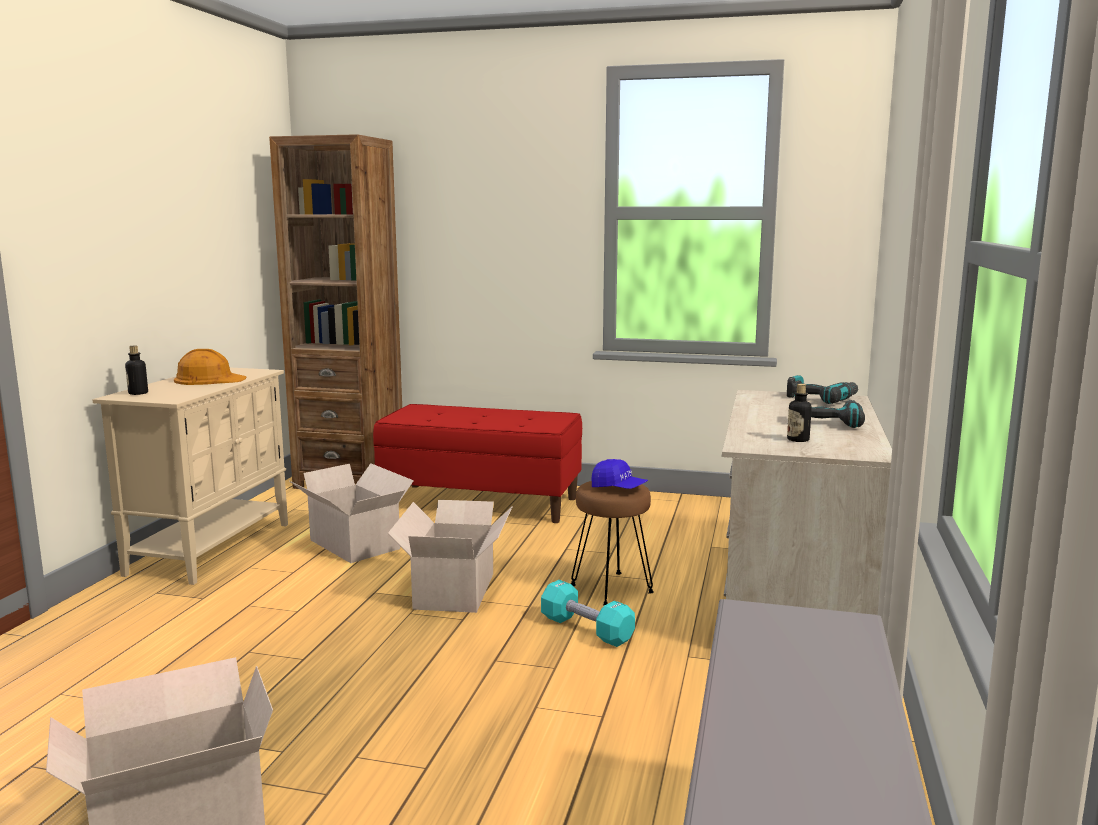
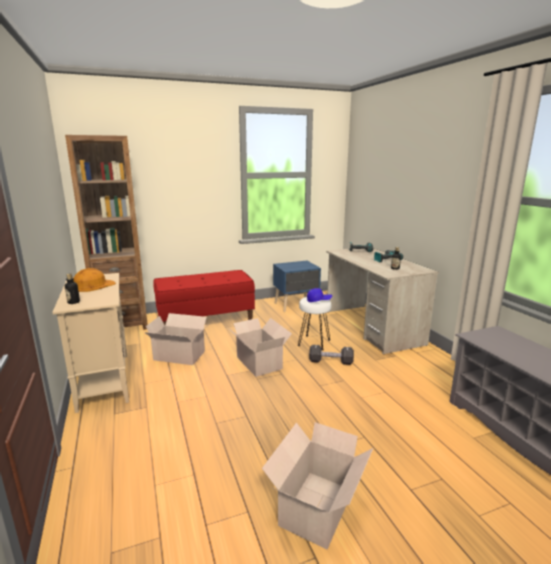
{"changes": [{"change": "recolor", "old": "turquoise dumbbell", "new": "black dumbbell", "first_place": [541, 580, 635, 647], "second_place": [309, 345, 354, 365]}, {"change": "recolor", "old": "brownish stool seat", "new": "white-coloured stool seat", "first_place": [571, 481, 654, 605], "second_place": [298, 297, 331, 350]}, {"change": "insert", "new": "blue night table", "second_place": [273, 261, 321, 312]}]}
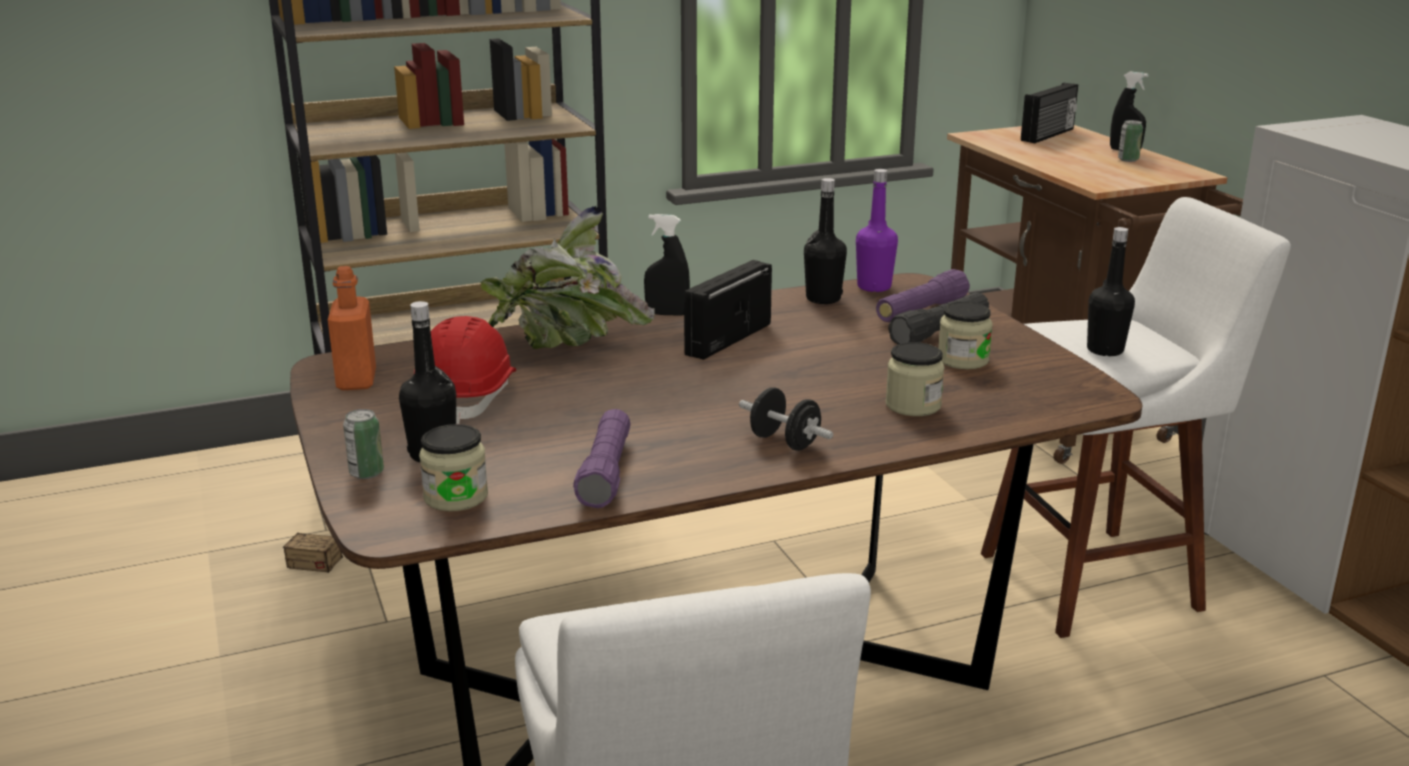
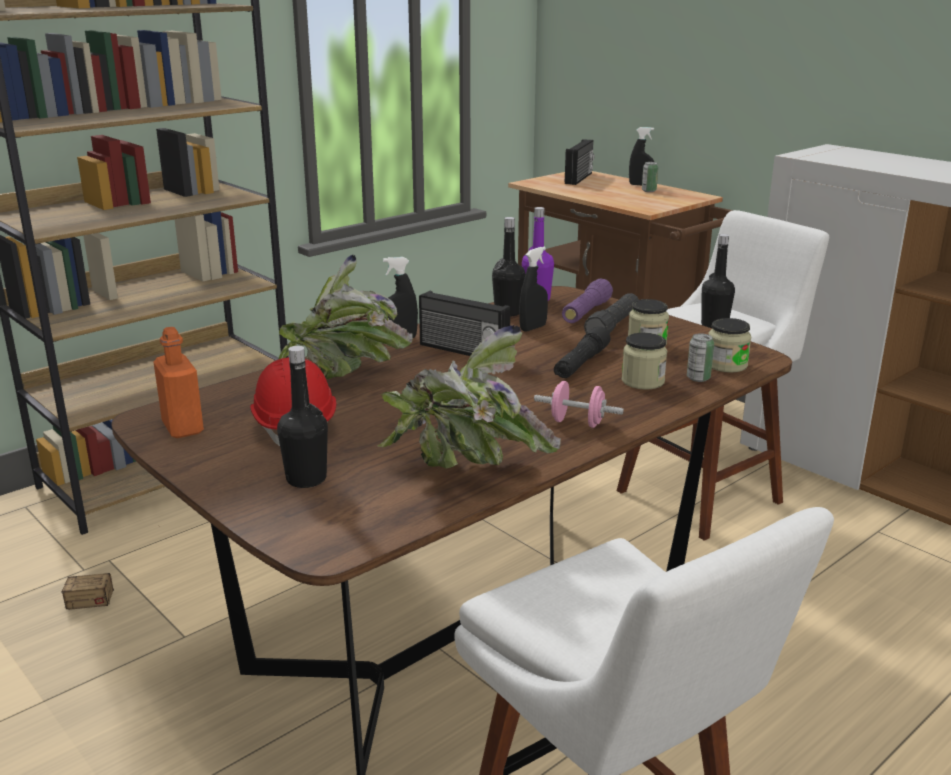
{"changes": [{"change": "move", "old": "metal can", "first_place": [343, 409, 384, 479], "second_place": [687, 333, 714, 382]}, {"change": "move", "old": "preserve jar", "first_place": [419, 424, 488, 511], "second_place": [709, 318, 751, 373]}, {"change": "replace", "old": "purple flashlight", "new": "plant in a pot", "first_place": [573, 409, 631, 508], "second_place": [377, 325, 561, 469]}, {"change": "rotate", "old": "radio receiver", "first_place": [684, 260, 772, 360], "second_place": [419, 291, 510, 356], "degrees": -75}, {"change": "recolor", "old": "black dumbbell", "new": "pink-coloured dumbbell", "first_place": [739, 387, 833, 451], "second_place": [534, 381, 624, 428]}, {"change": "insert", "new": "black hand sprayer", "second_place": [519, 247, 548, 332]}, {"change": "insert", "new": "black flashlight", "second_place": [554, 326, 611, 378]}]}
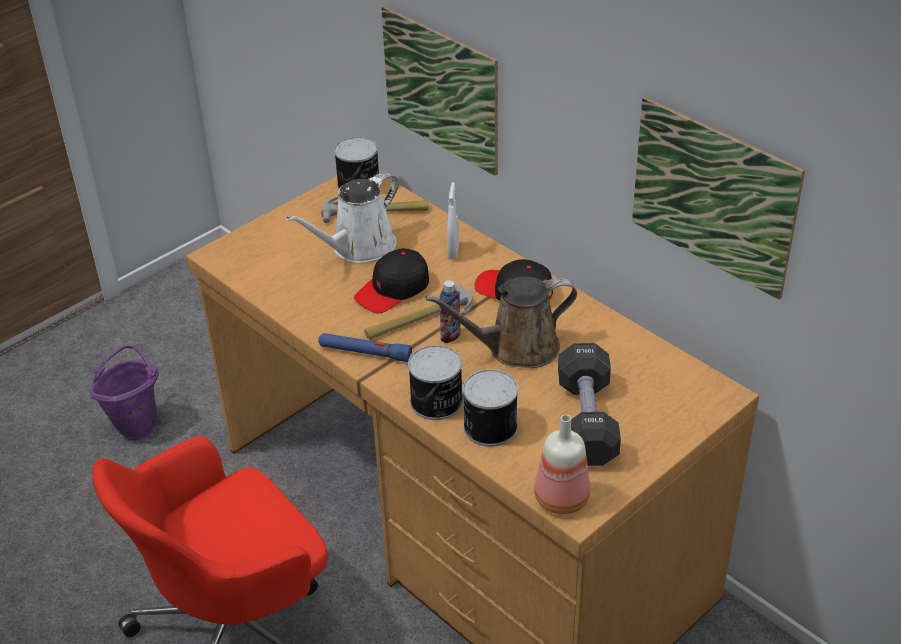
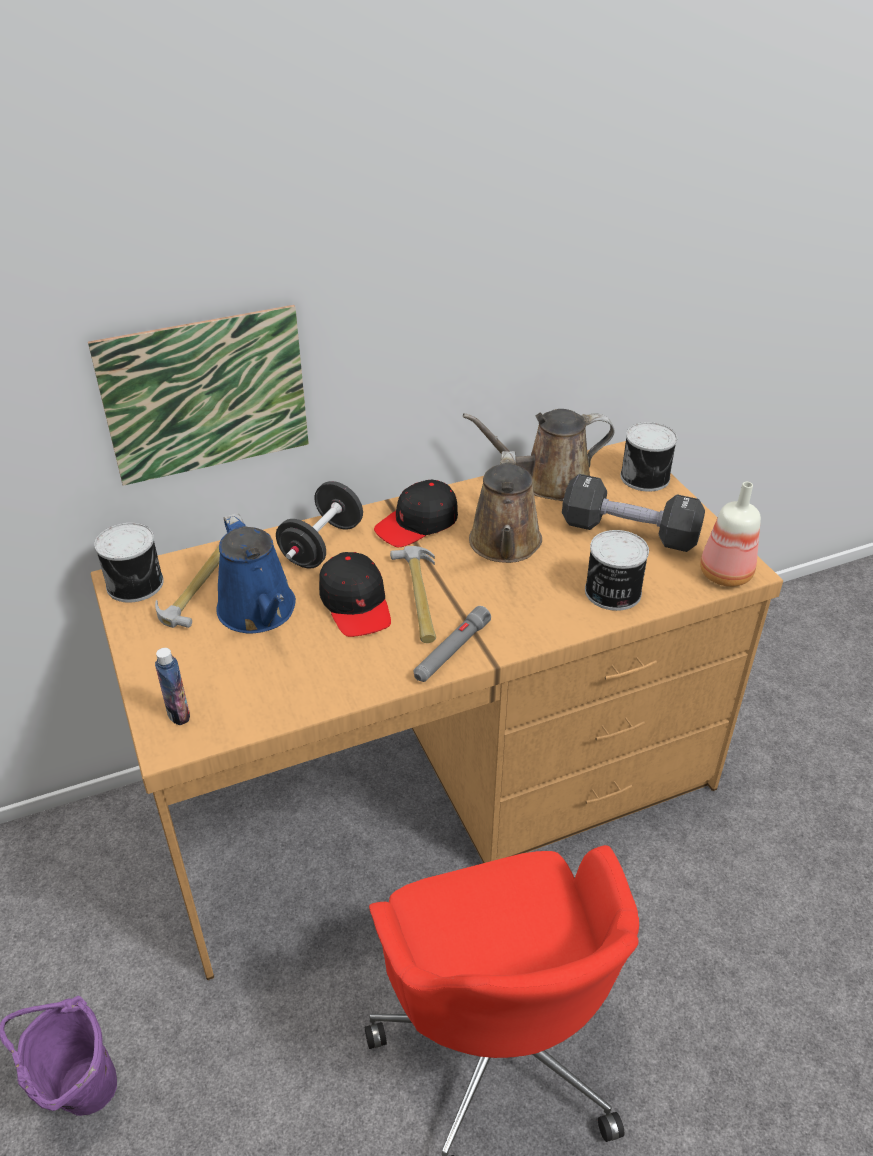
{"changes": [{"change": "recolor", "old": "white-coloured watering can", "new": "blue watering can", "first_place": [286, 172, 399, 263], "second_place": [217, 513, 296, 633]}, {"change": "recolor", "old": "blue flashlight", "new": "gray flashlight", "first_place": [318, 333, 412, 362], "second_place": [414, 606, 491, 682]}, {"change": "move", "old": "metal can", "first_place": [408, 345, 463, 420], "second_place": [620, 422, 677, 492]}, {"change": "move", "old": "beverage bottle", "first_place": [439, 280, 461, 343], "second_place": [155, 648, 190, 725]}, {"change": "replace", "old": "white-coloured hand sprayer", "new": "black dumbbell", "first_place": [447, 182, 459, 259], "second_place": [276, 481, 363, 569]}, {"change": "delete", "old": "wall art", "first_place": [632, 97, 805, 300]}, {"change": "insert", "new": "brownish watering can", "second_place": [463, 409, 615, 501]}]}
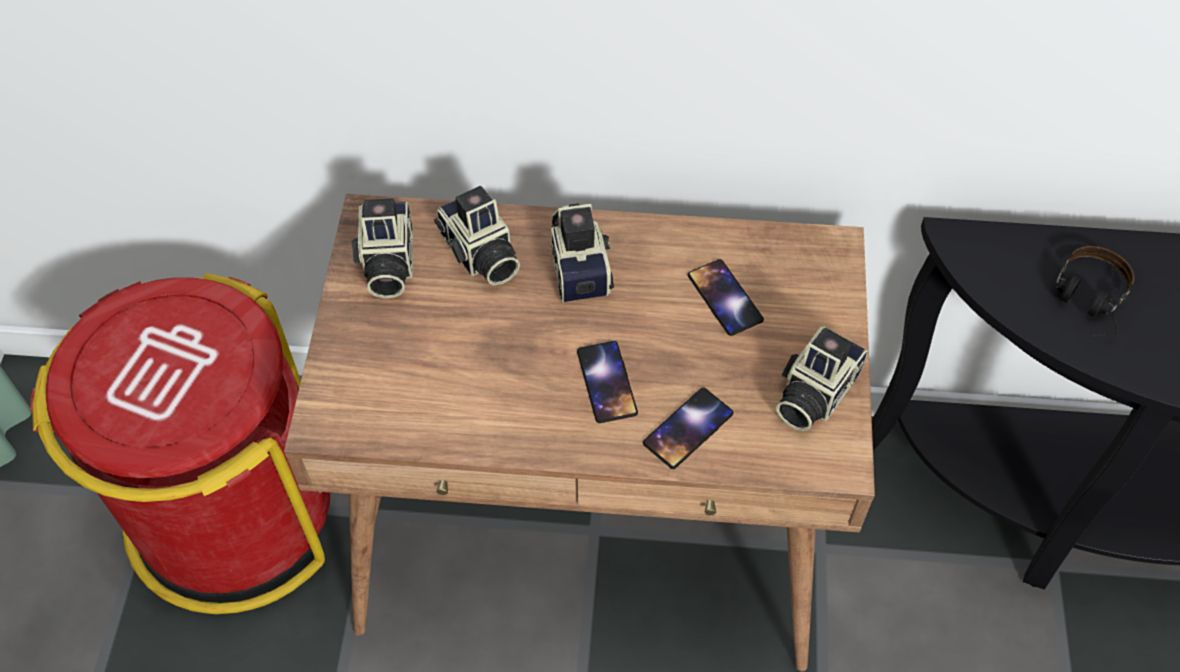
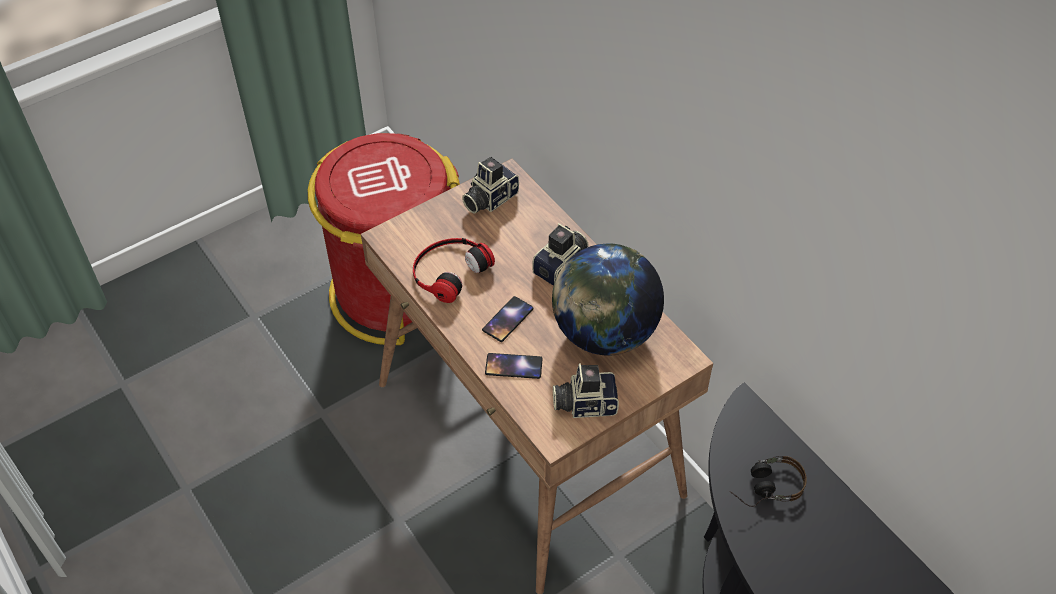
{"changes": [{"change": "delete", "old": "photo camera", "first_place": [434, 186, 520, 285]}, {"change": "replace", "old": "handset", "new": "world globe", "first_place": [688, 259, 764, 336], "second_place": [552, 243, 664, 356]}, {"change": "insert", "new": "pair of headphones", "second_place": [413, 238, 495, 303]}]}
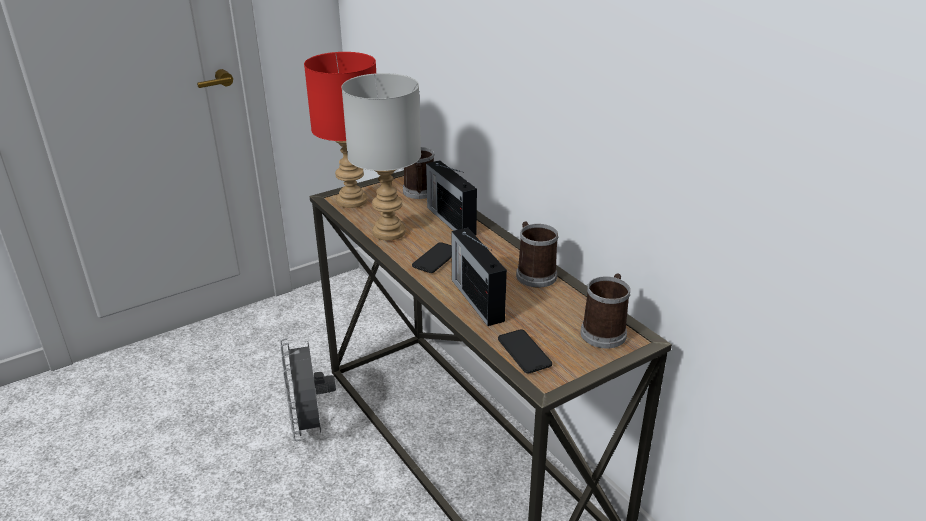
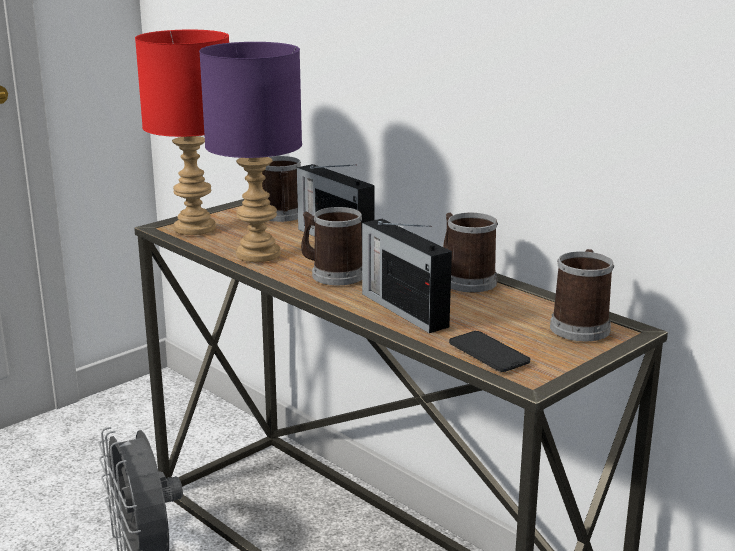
{"changes": [{"change": "recolor", "old": "gray table lamp", "new": "purple table lamp", "first_place": [342, 73, 421, 240], "second_place": [199, 42, 302, 262]}, {"change": "replace", "old": "handset", "new": "coffee mug", "first_place": [412, 242, 452, 273], "second_place": [301, 207, 362, 285]}]}
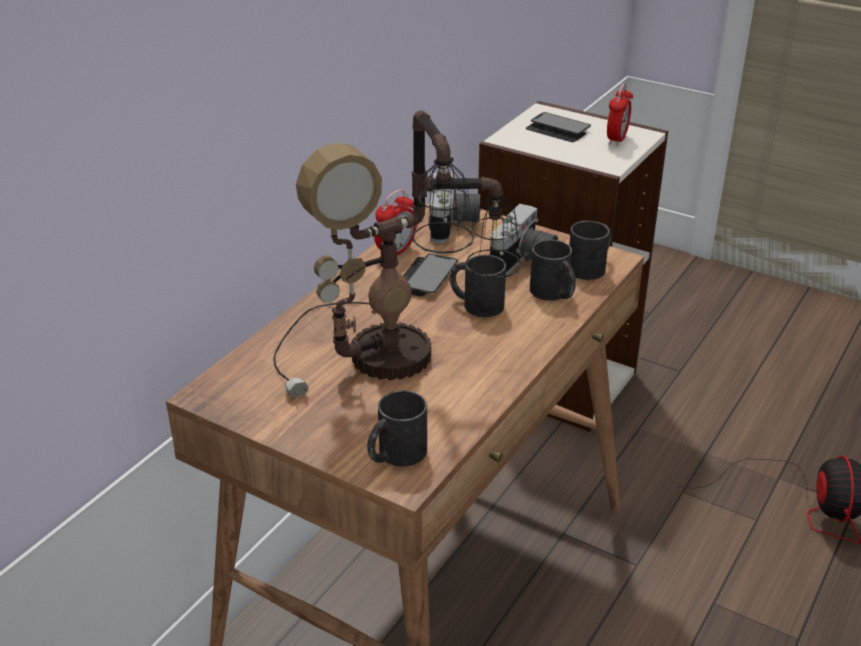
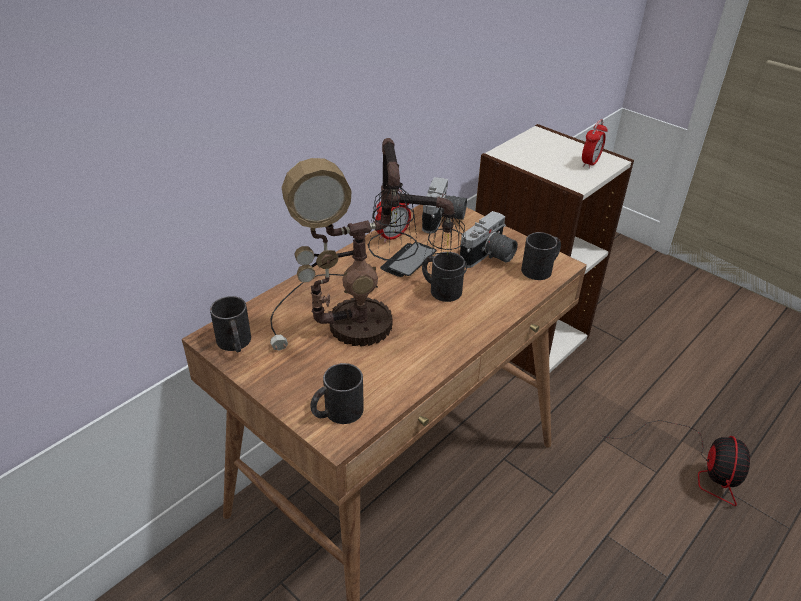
{"changes": [{"change": "delete", "old": "handset", "first_place": [526, 112, 591, 142]}, {"change": "move", "old": "black coffee mug", "first_place": [530, 240, 576, 301], "second_place": [210, 296, 251, 352]}]}
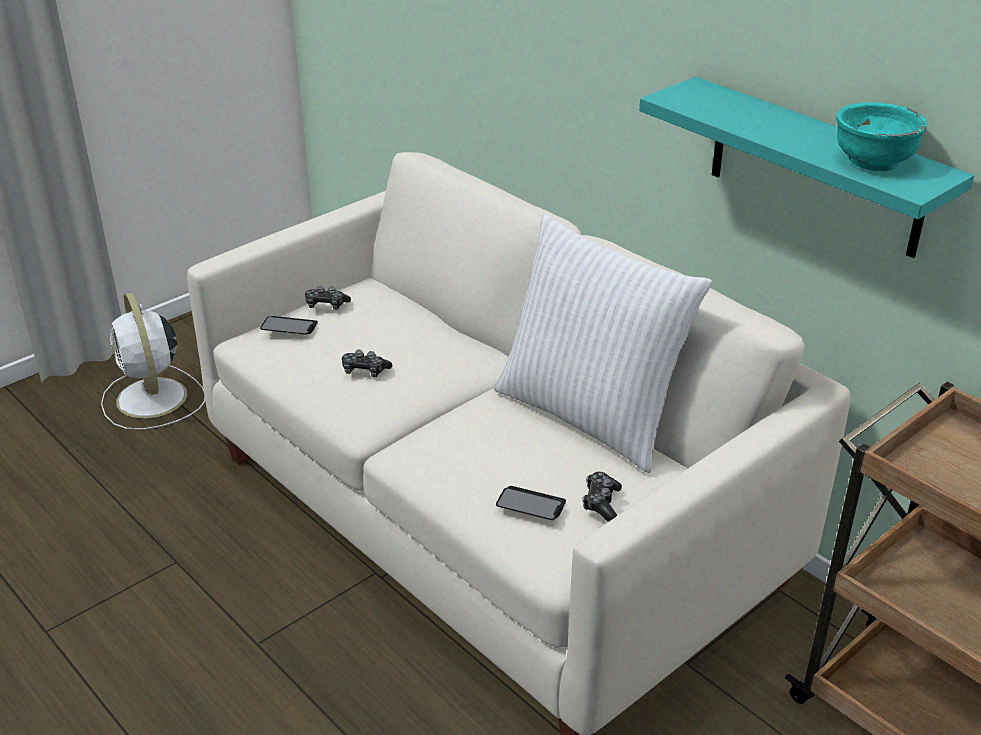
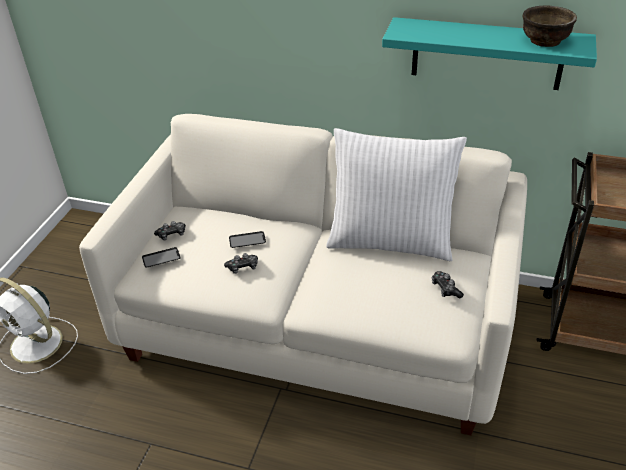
{"changes": [{"change": "move", "old": "handset", "first_place": [496, 486, 566, 520], "second_place": [229, 231, 266, 248]}, {"change": "recolor", "old": "turquoise bowl", "new": "brownish bowl", "first_place": [836, 102, 927, 171], "second_place": [522, 6, 577, 47]}]}
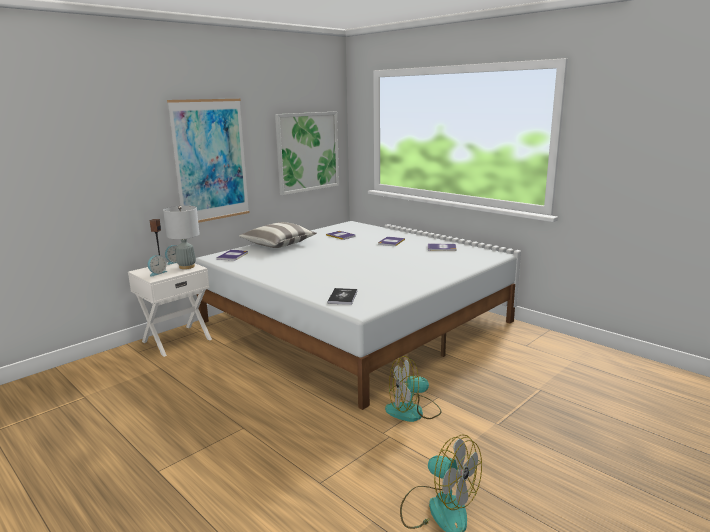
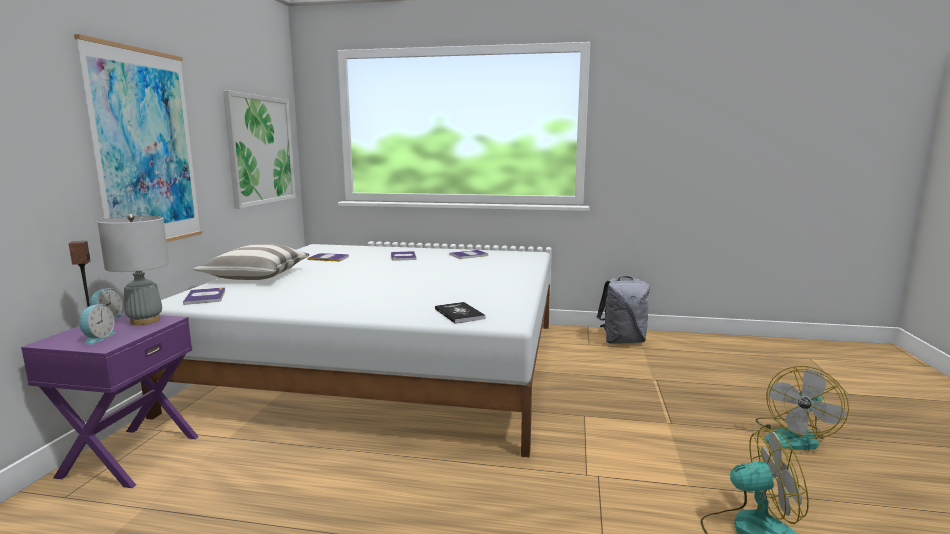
{"changes": [{"change": "recolor", "old": "white-coloured night table", "new": "purple night table", "first_place": [128, 262, 212, 357], "second_place": [21, 313, 199, 488]}, {"change": "move", "old": "fan", "first_place": [385, 356, 441, 422], "second_place": [756, 366, 849, 450]}, {"change": "insert", "new": "gray backpack", "second_place": [597, 276, 650, 344]}]}
